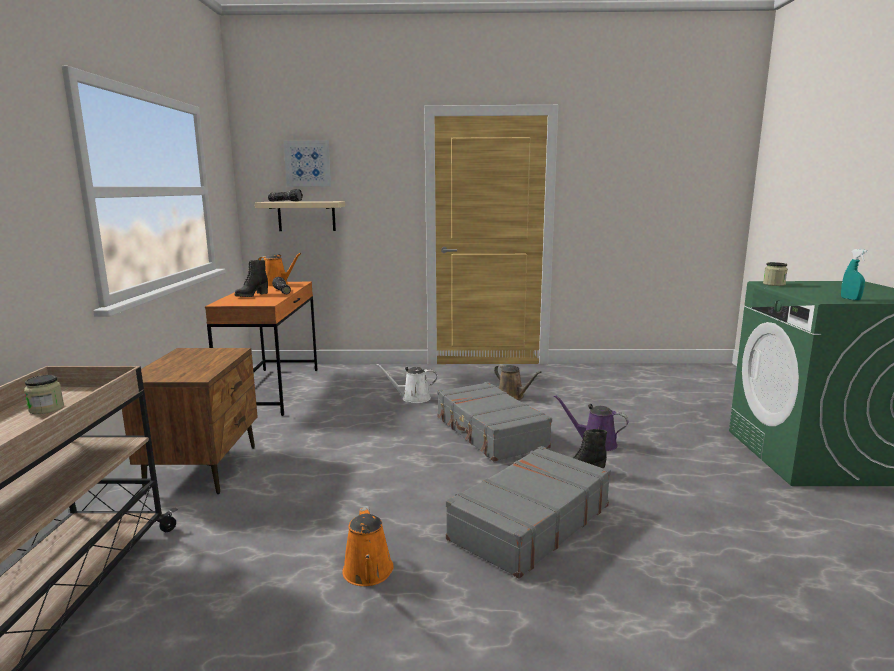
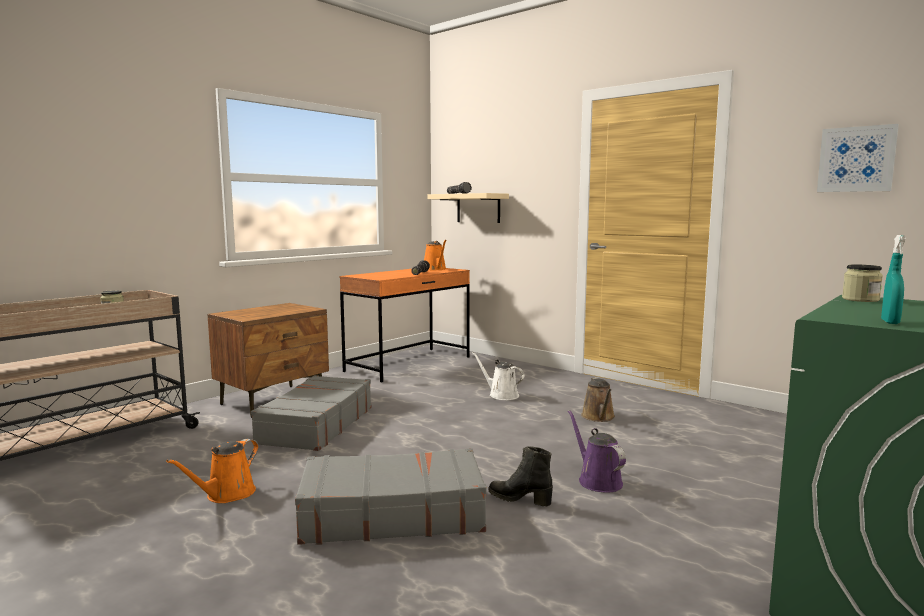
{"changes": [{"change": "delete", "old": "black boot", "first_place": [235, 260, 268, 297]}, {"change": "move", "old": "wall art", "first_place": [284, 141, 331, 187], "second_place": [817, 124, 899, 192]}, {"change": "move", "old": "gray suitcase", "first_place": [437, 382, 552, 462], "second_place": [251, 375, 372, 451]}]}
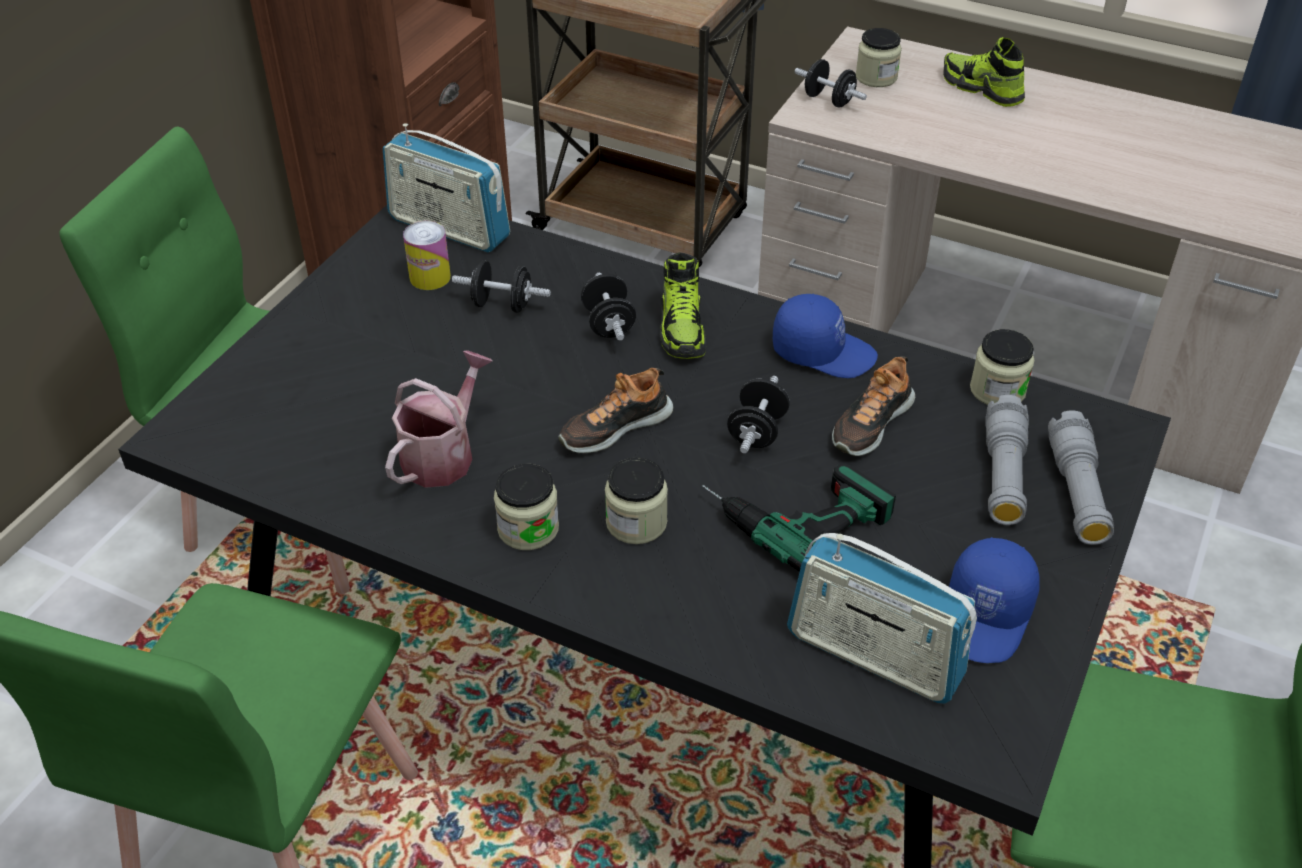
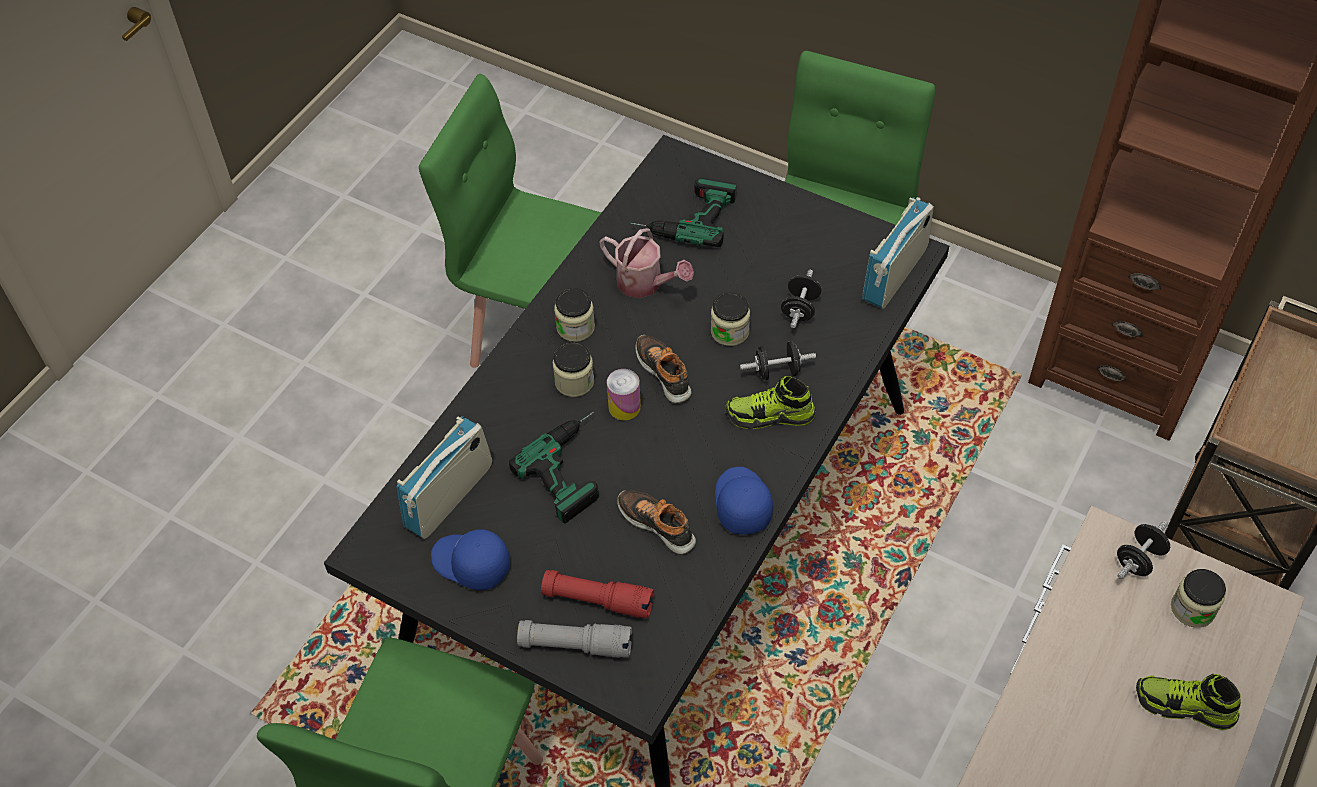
{"changes": [{"change": "move", "old": "metal can", "first_place": [403, 221, 451, 290], "second_place": [607, 369, 641, 420]}, {"change": "delete", "old": "black dumbbell", "first_place": [727, 376, 789, 453]}, {"change": "rotate", "old": "blue cap", "first_place": [773, 294, 878, 378], "second_place": [715, 467, 773, 535], "degrees": 150}, {"change": "rotate", "old": "low shoe", "first_place": [943, 37, 1025, 107], "second_place": [1136, 674, 1241, 730], "degrees": -120}, {"change": "move", "old": "preserve jar", "first_place": [970, 329, 1035, 405], "second_place": [711, 293, 750, 346]}, {"change": "recolor", "old": "gray flashlight", "new": "red flashlight", "first_place": [985, 395, 1029, 525], "second_place": [541, 570, 654, 619]}, {"change": "insert", "new": "power drill", "second_place": [631, 177, 736, 247]}]}
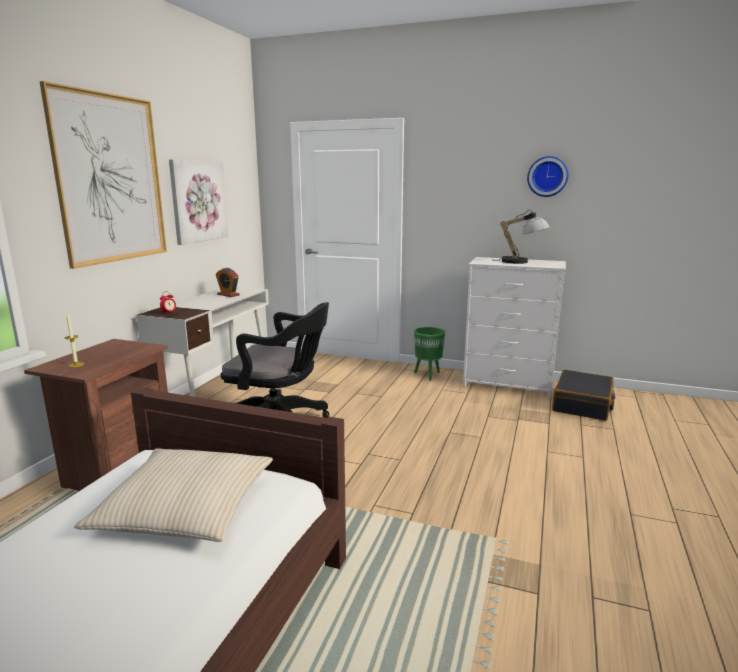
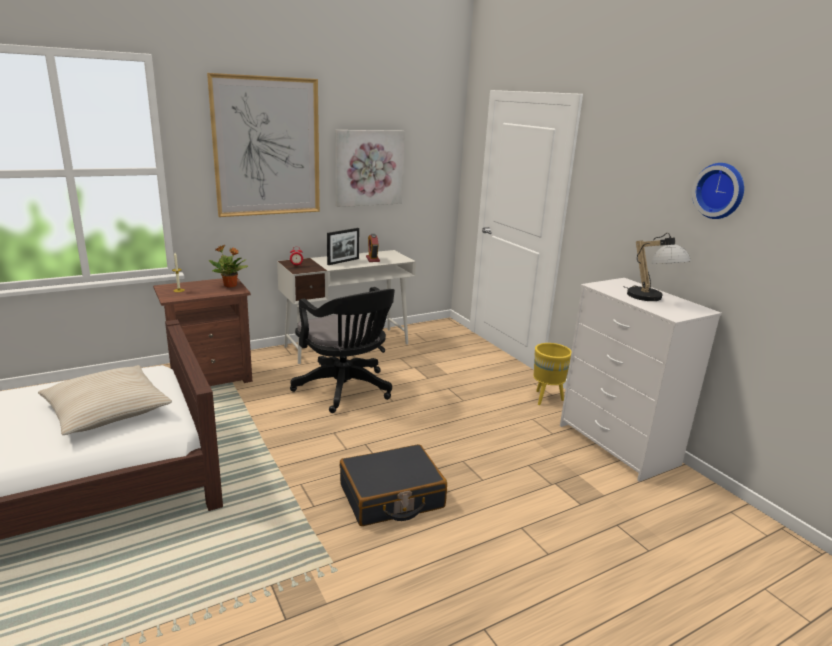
{"changes": [{"change": "recolor", "old": "green-coloured planter", "new": "yellow planter", "first_place": [414, 327, 445, 380], "second_place": [533, 343, 572, 405]}, {"change": "move", "old": "black suitcase", "first_place": [552, 370, 616, 421], "second_place": [340, 444, 447, 526]}, {"change": "insert", "new": "plant in a pot", "second_place": [209, 245, 248, 288]}, {"change": "insert", "new": "standing frame", "second_place": [327, 228, 359, 265]}]}
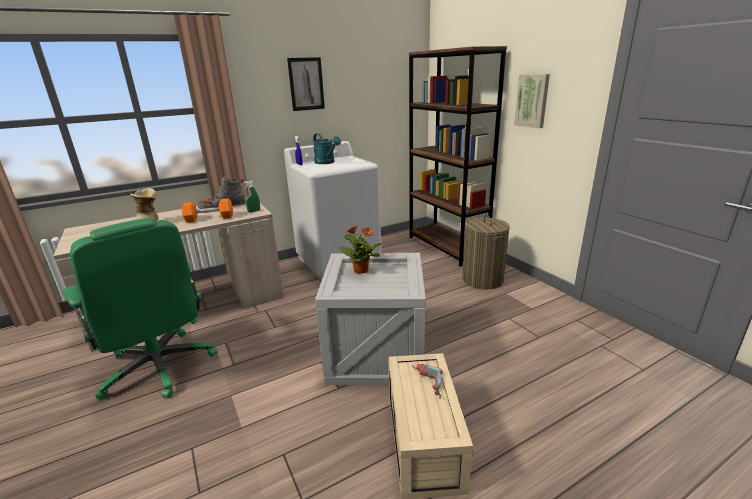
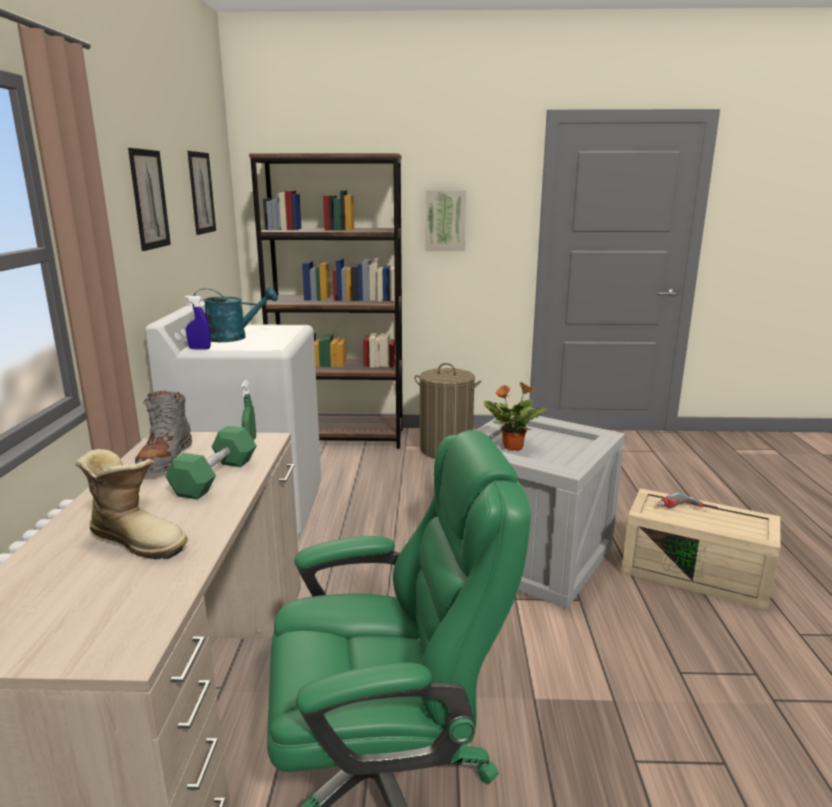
{"changes": [{"change": "recolor", "old": "orange-coloured dumbbell", "new": "green-coloured dumbbell", "first_place": [181, 198, 233, 223], "second_place": [165, 426, 257, 499]}, {"change": "insert", "new": "wall art", "second_place": [188, 151, 216, 235]}]}
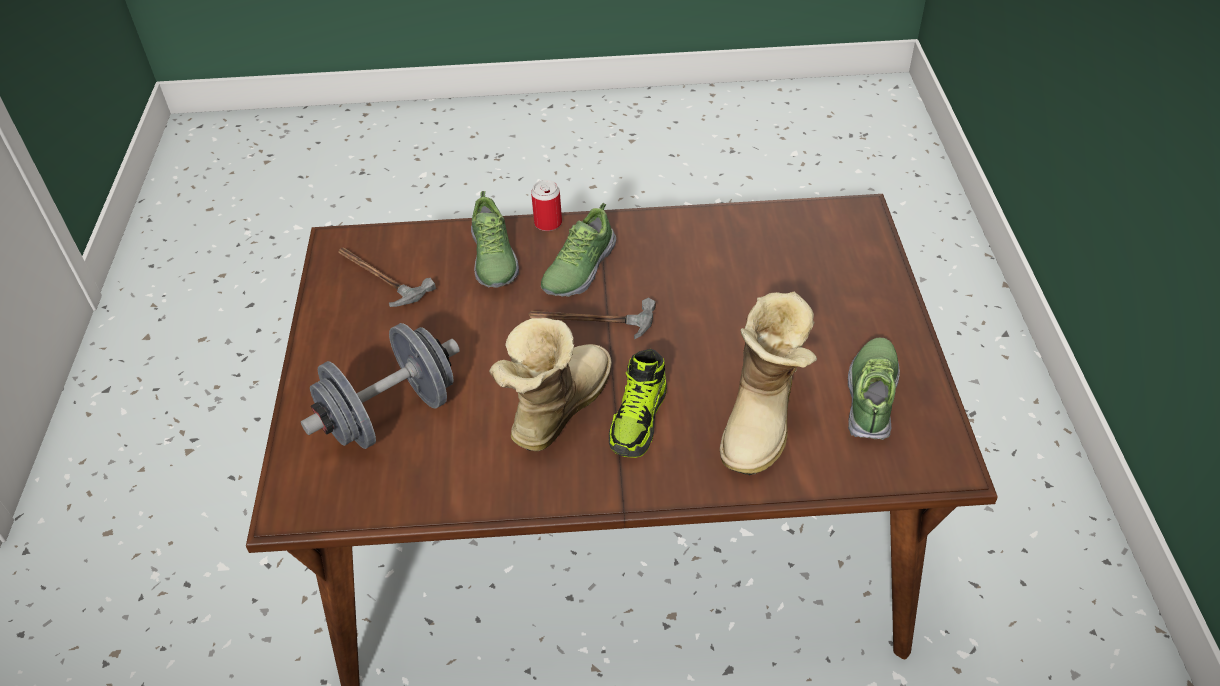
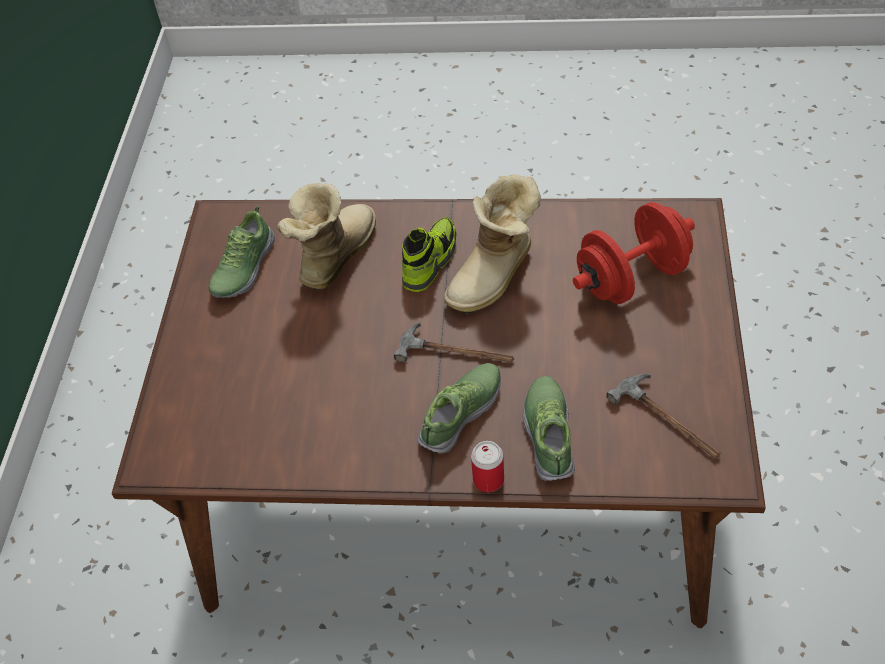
{"changes": [{"change": "recolor", "old": "gray dumbbell", "new": "red dumbbell", "first_place": [301, 323, 460, 449], "second_place": [573, 202, 695, 304]}]}
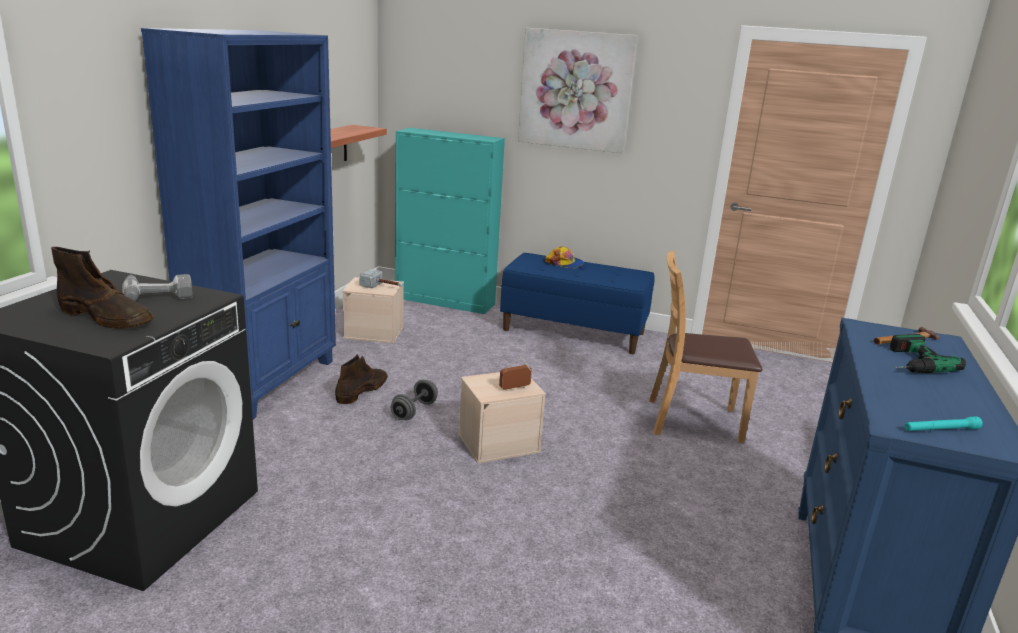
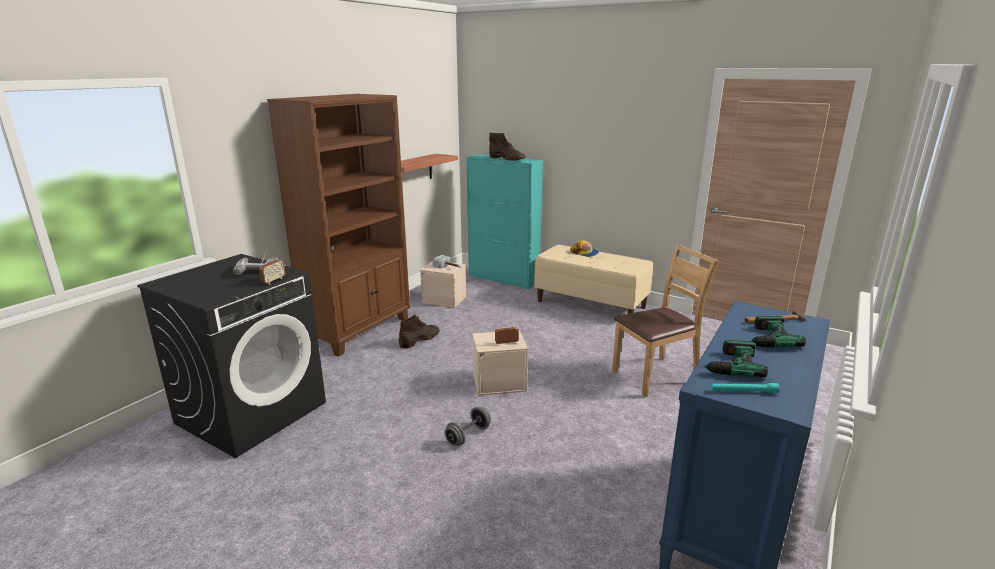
{"changes": [{"change": "move", "old": "brownish boot", "first_place": [51, 247, 153, 329], "second_place": [489, 133, 526, 161]}, {"change": "recolor", "old": "blue bookshelf", "new": "brownish bookshelf", "first_place": [141, 28, 336, 419], "second_place": [267, 94, 410, 357]}, {"change": "move", "old": "gray dumbbell", "first_place": [391, 379, 438, 420], "second_place": [444, 407, 491, 446]}, {"change": "recolor", "old": "blue bench", "new": "sand-coloured bench", "first_place": [500, 253, 655, 354], "second_place": [534, 244, 653, 314]}, {"change": "delete", "old": "wall art", "first_place": [518, 28, 638, 153]}, {"change": "rotate", "old": "brownish chair", "first_place": [649, 251, 762, 443], "second_place": [612, 245, 719, 397], "degrees": 135}, {"change": "insert", "new": "radio receiver", "second_place": [259, 249, 285, 285]}, {"change": "insert", "new": "power drill", "second_place": [692, 340, 768, 378]}]}
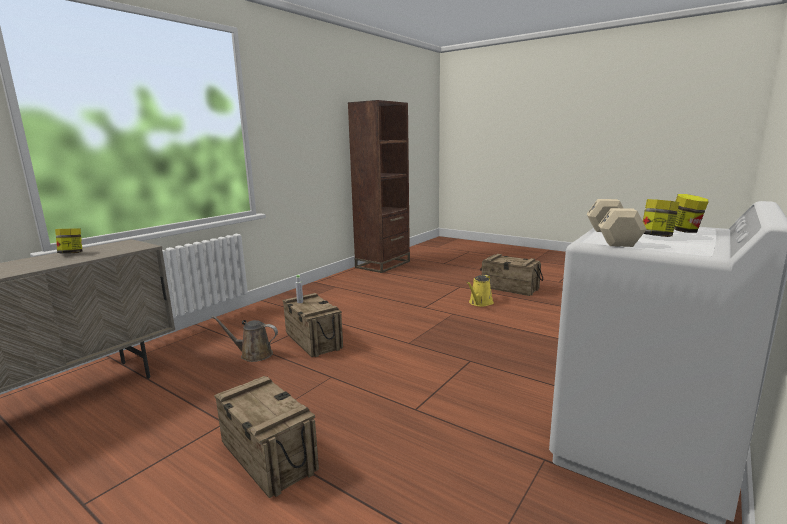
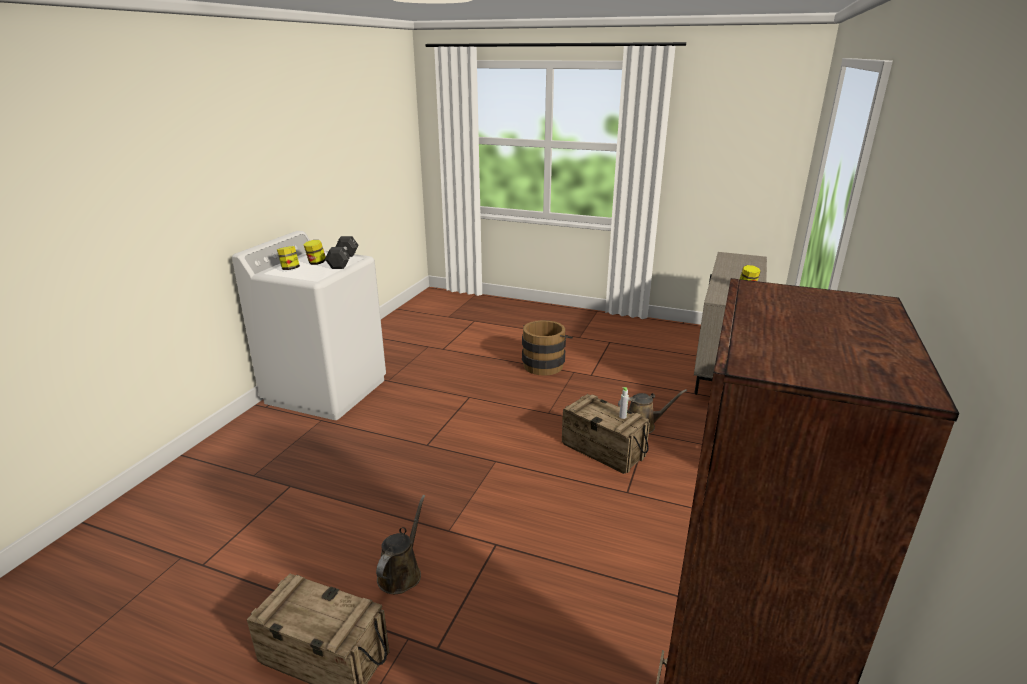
{"changes": [{"change": "replace", "old": "crate", "new": "brownish bucket", "first_place": [214, 376, 319, 498], "second_place": [522, 320, 573, 376]}, {"change": "recolor", "old": "yellow watering can", "new": "brownish watering can", "first_place": [467, 275, 494, 307], "second_place": [376, 495, 425, 594]}, {"change": "recolor", "old": "sand-coloured dumbbell", "new": "black dumbbell", "first_place": [587, 199, 647, 247], "second_place": [325, 236, 359, 269]}]}
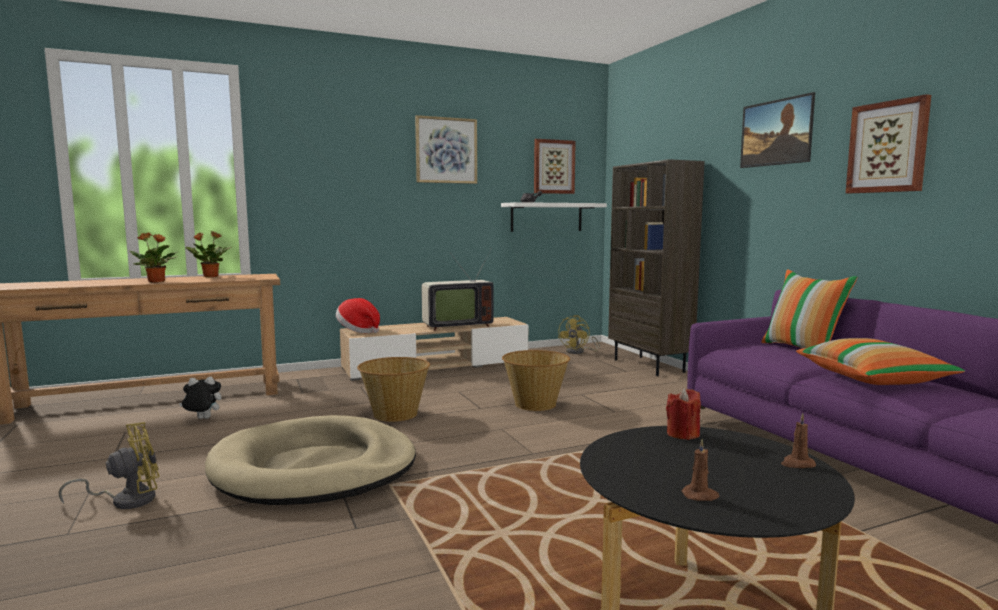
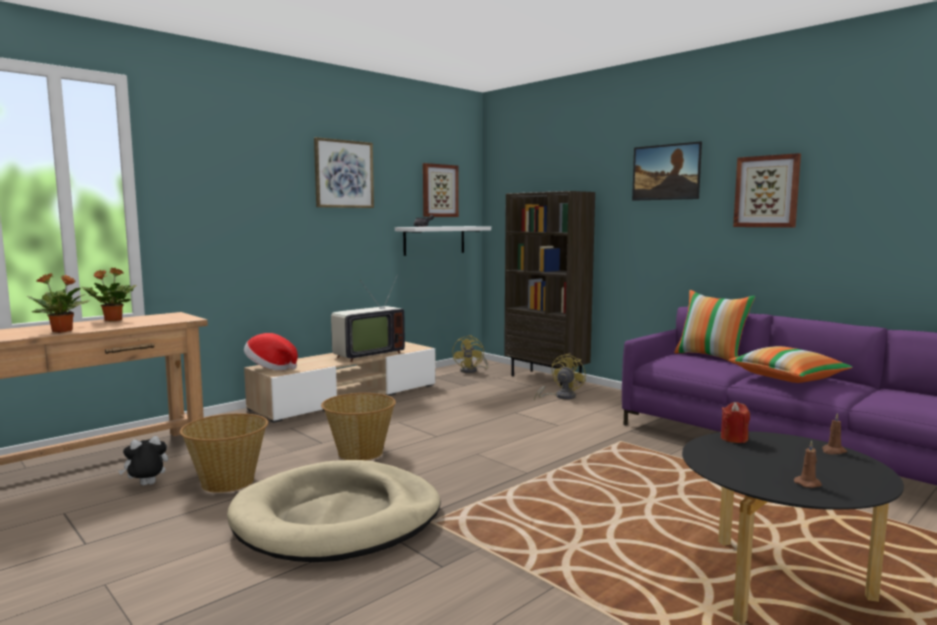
{"changes": [{"change": "move", "old": "yellow fan", "first_place": [59, 422, 159, 509], "second_place": [534, 353, 586, 401]}, {"change": "move", "old": "basket", "first_place": [502, 350, 570, 411], "second_place": [180, 413, 268, 493]}]}
